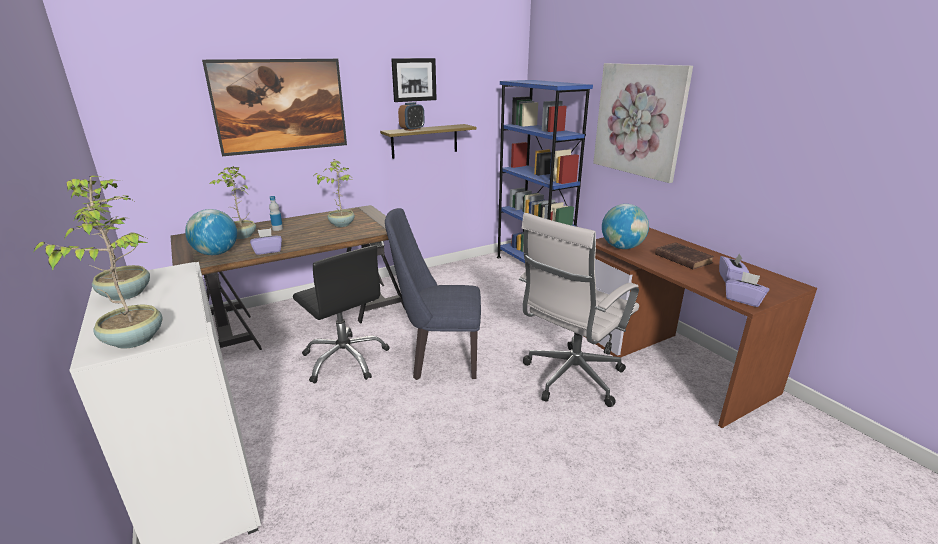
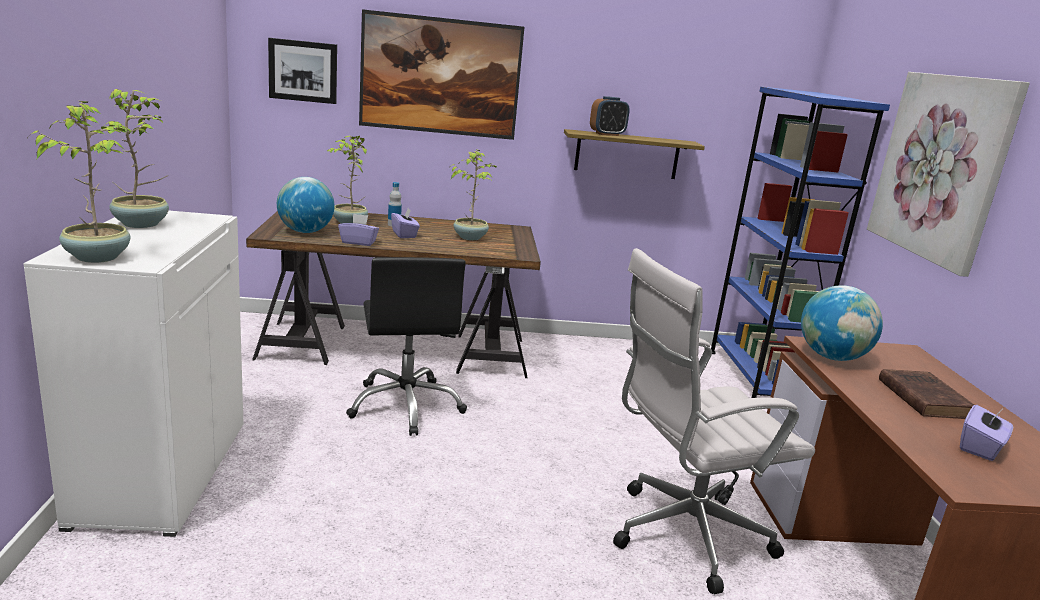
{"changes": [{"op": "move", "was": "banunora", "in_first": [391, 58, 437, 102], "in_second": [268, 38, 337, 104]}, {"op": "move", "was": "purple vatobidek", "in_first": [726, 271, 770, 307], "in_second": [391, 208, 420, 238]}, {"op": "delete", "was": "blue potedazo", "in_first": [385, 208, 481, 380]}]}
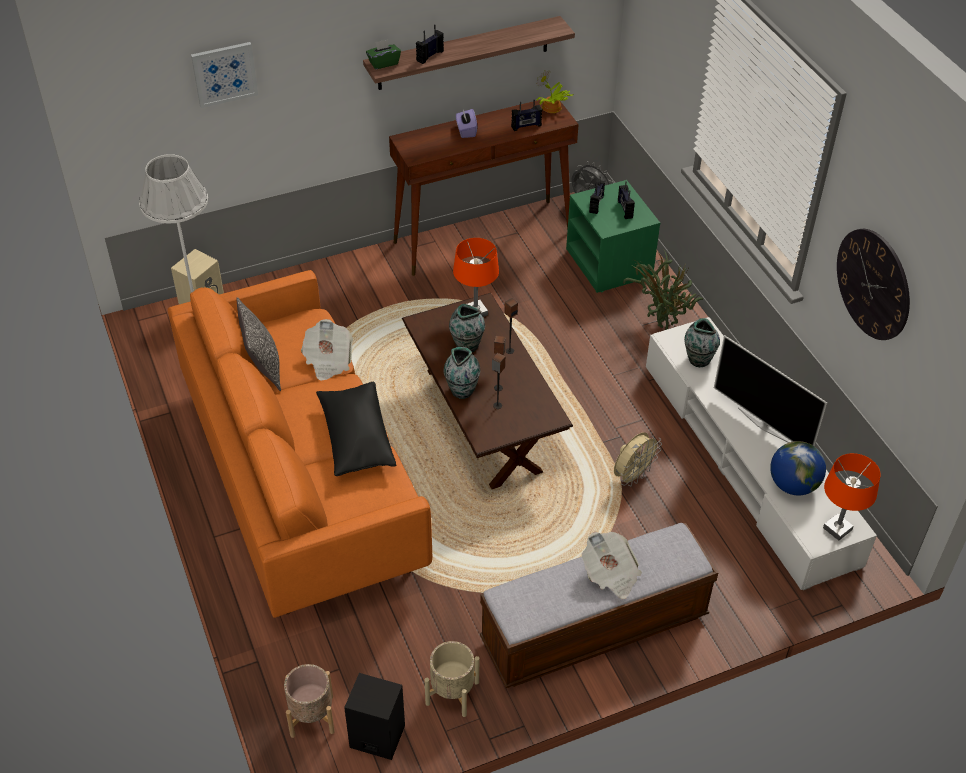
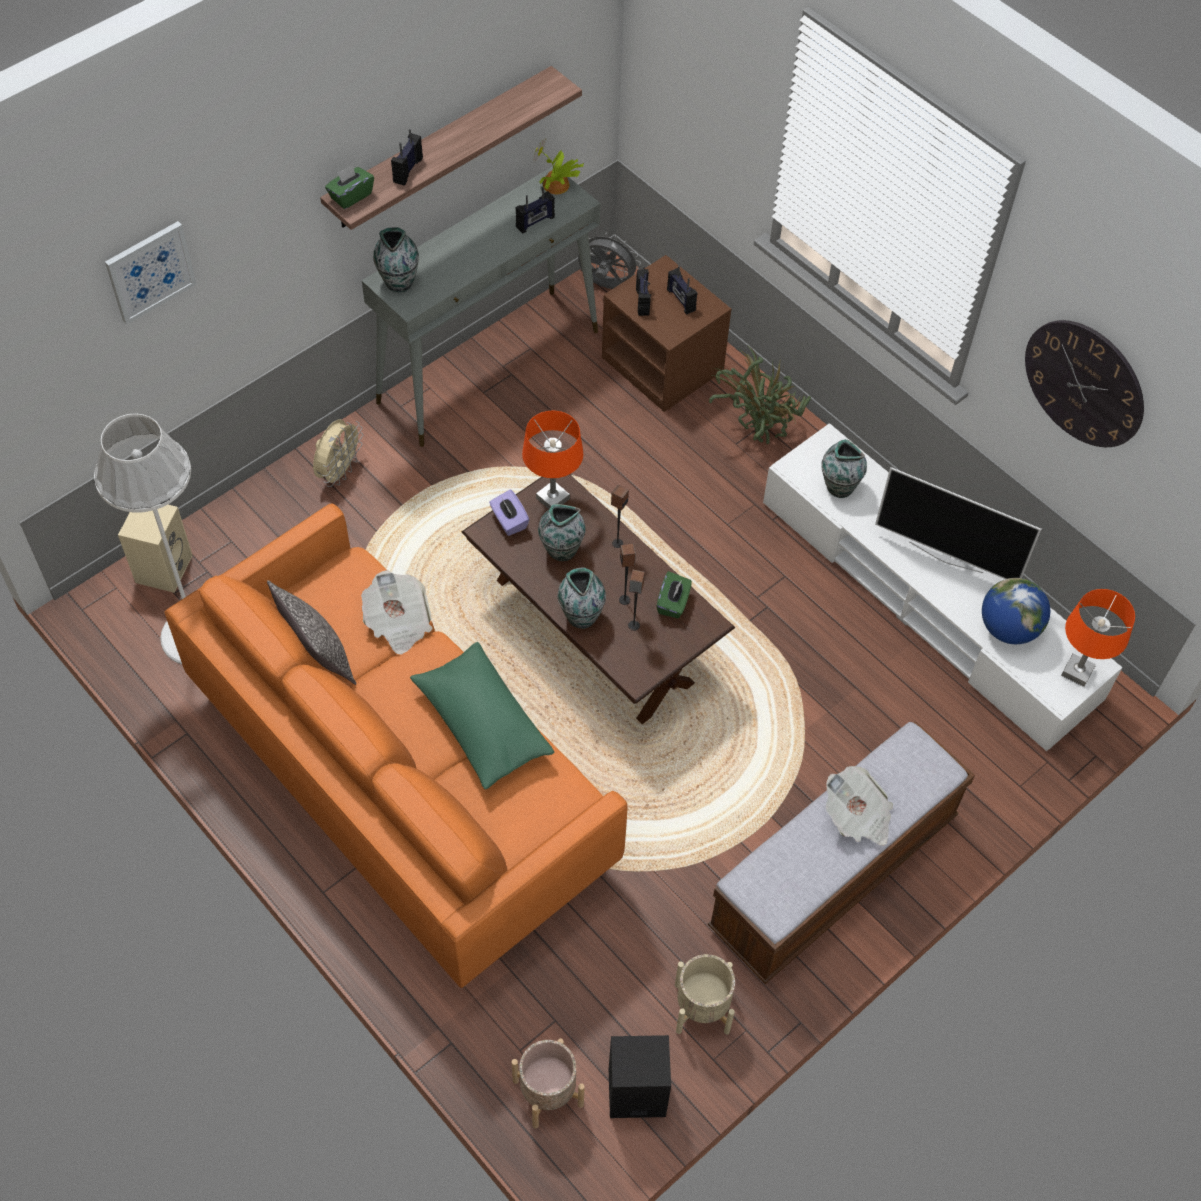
{"changes": [{"op": "move", "was": "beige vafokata", "in_first": [614, 432, 662, 487], "in_second": [313, 419, 363, 487]}, {"op": "recolor", "was": "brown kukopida", "now": "grey kukopida", "in_first": [389, 98, 579, 276], "in_second": [362, 166, 600, 447]}, {"op": "insert", "now": "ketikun", "in_second": [373, 227, 419, 292]}, {"op": "recolor", "was": "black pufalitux", "now": "green pufalitux", "in_first": [316, 382, 396, 476], "in_second": [410, 642, 555, 789]}, {"op": "move", "was": "purple vatobidek", "in_first": [456, 109, 477, 138], "in_second": [489, 490, 529, 536]}, {"op": "recolor", "was": "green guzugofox", "now": "brown guzugofox", "in_first": [566, 180, 660, 293], "in_second": [602, 255, 732, 412]}, {"op": "insert", "now": "green vatobidek", "in_second": [657, 571, 692, 618]}]}
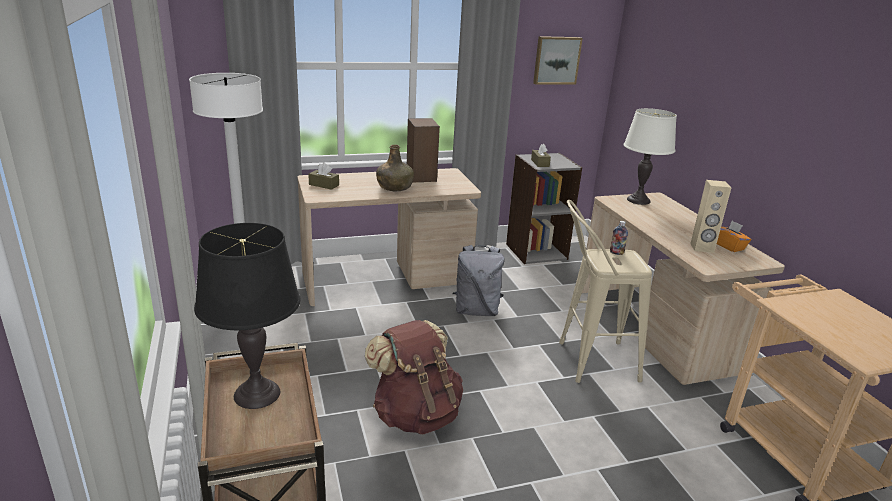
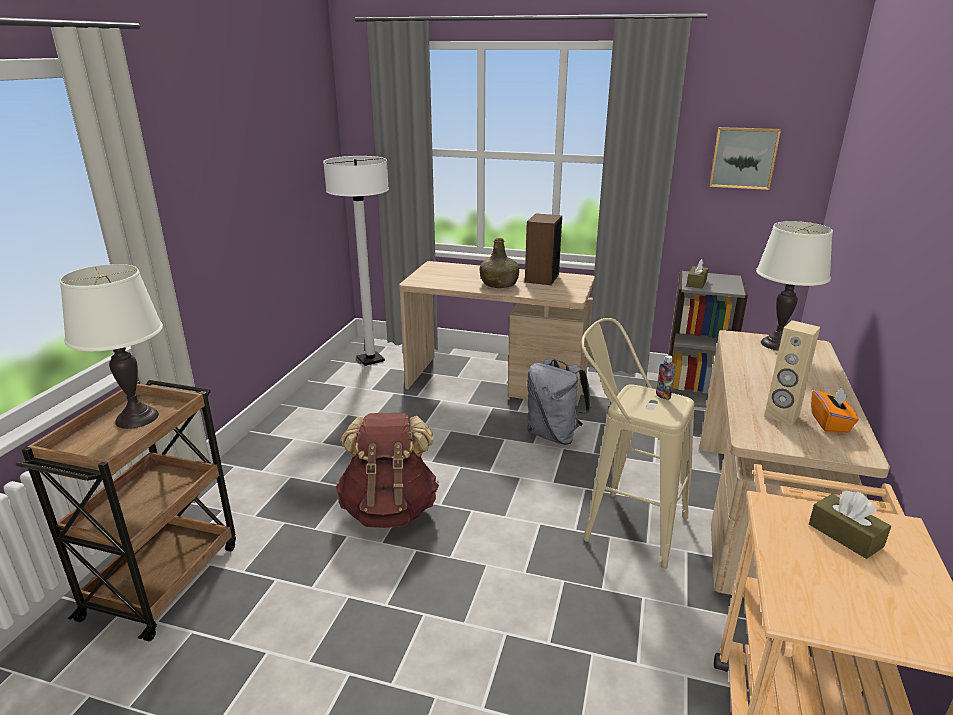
{"changes": [{"op": "recolor", "was": "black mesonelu", "now": "white mesonelu", "in_first": [194, 223, 300, 409], "in_second": [60, 264, 163, 429]}, {"op": "move", "was": "brown vatobidek", "in_first": [308, 163, 339, 190], "in_second": [809, 490, 891, 559]}]}
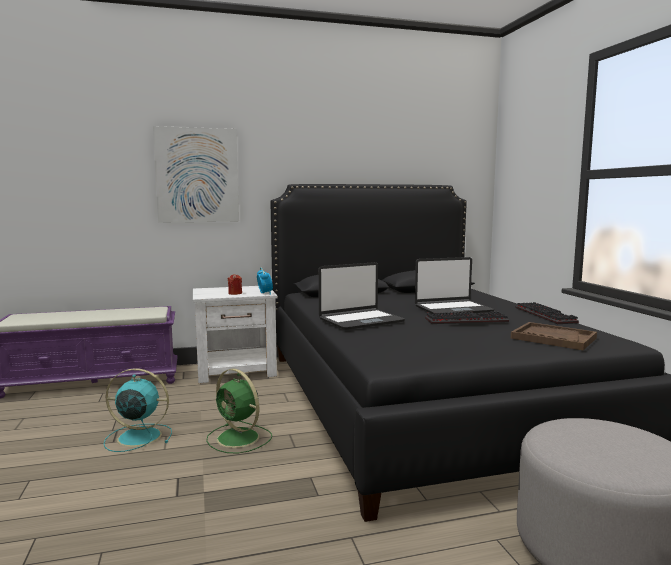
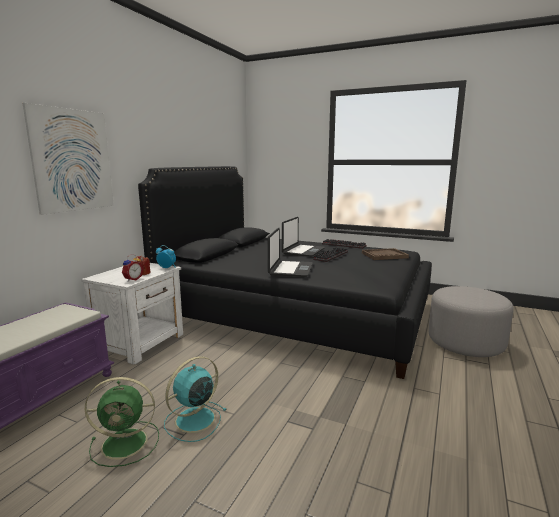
{"changes": [{"op": "move", "was": "green vafokata", "in_first": [206, 369, 272, 453], "in_second": [85, 377, 159, 467]}, {"op": "insert", "now": "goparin", "in_second": [122, 254, 143, 282]}]}
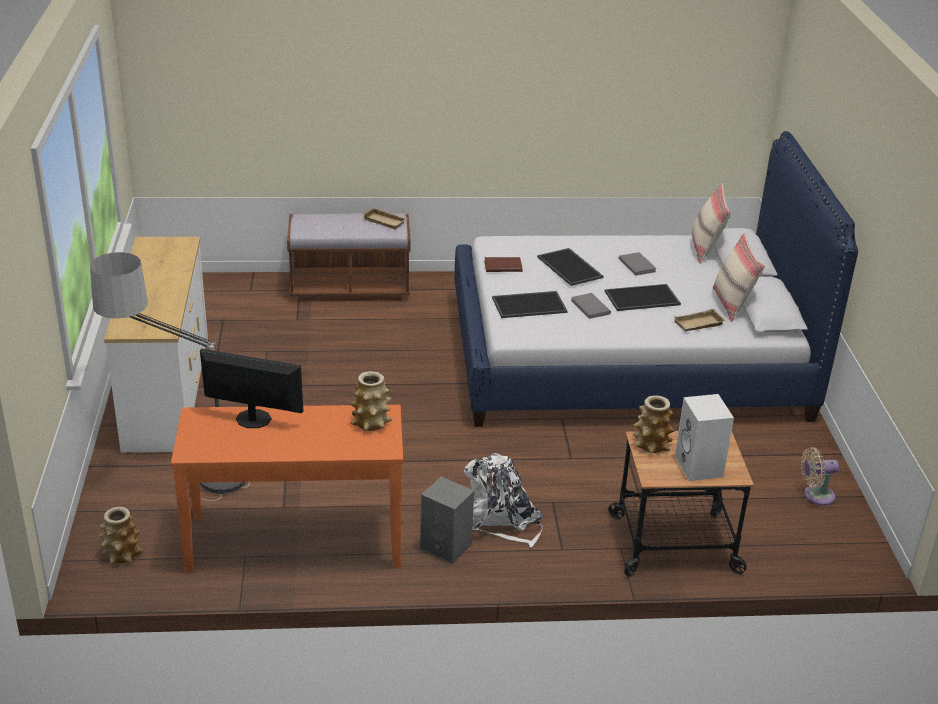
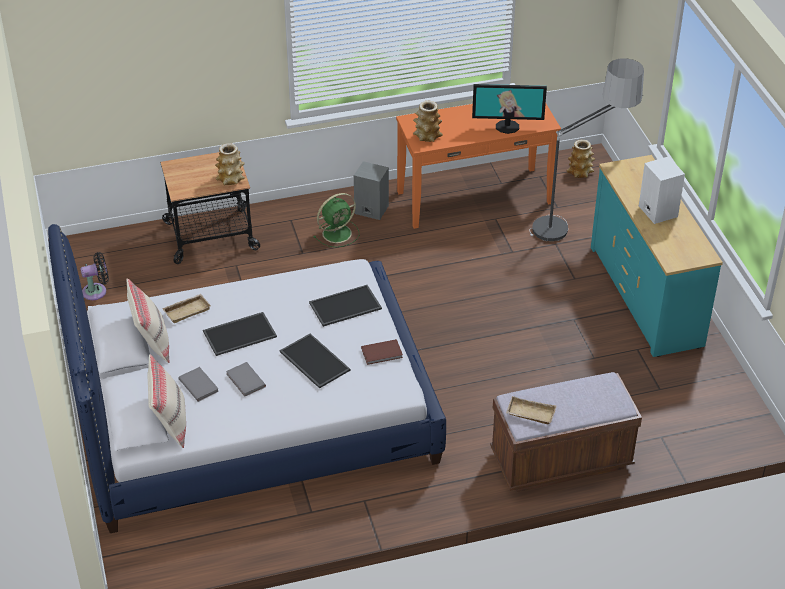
{"changes": [{"op": "recolor", "was": "beige vafokata", "now": "black vafokata", "in_first": [801, 447, 839, 505], "in_second": [80, 252, 109, 300]}, {"op": "move", "was": "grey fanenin", "in_first": [571, 293, 611, 319], "in_second": [178, 367, 219, 402]}, {"op": "replace", "was": "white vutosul", "now": "green vafokata", "in_first": [464, 453, 544, 548], "in_second": [314, 193, 359, 247]}, {"op": "recolor", "was": "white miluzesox", "now": "turquoise miluzesox", "in_first": [104, 237, 208, 454], "in_second": [591, 155, 723, 357]}, {"op": "move", "was": "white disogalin", "in_first": [675, 394, 734, 481], "in_second": [639, 156, 685, 224]}]}
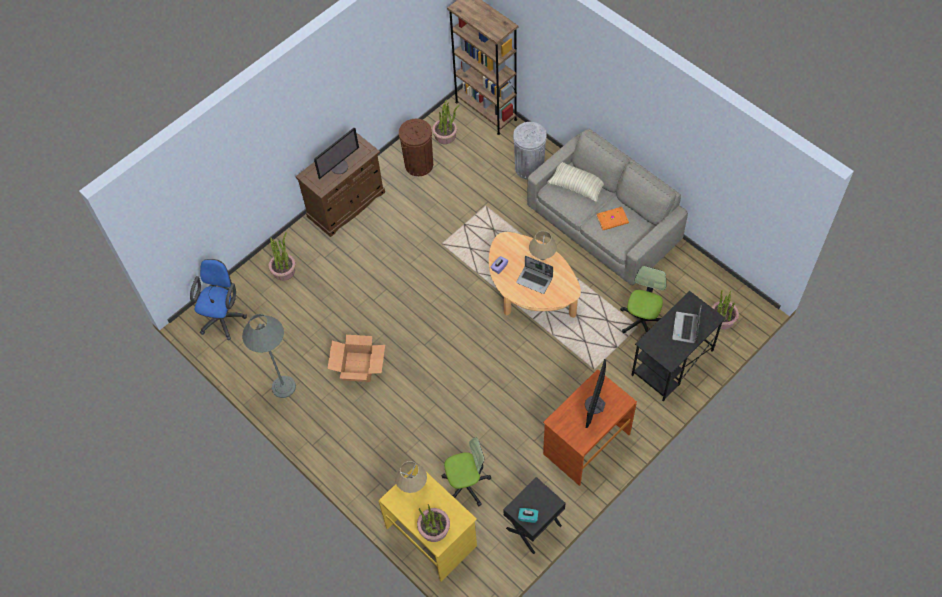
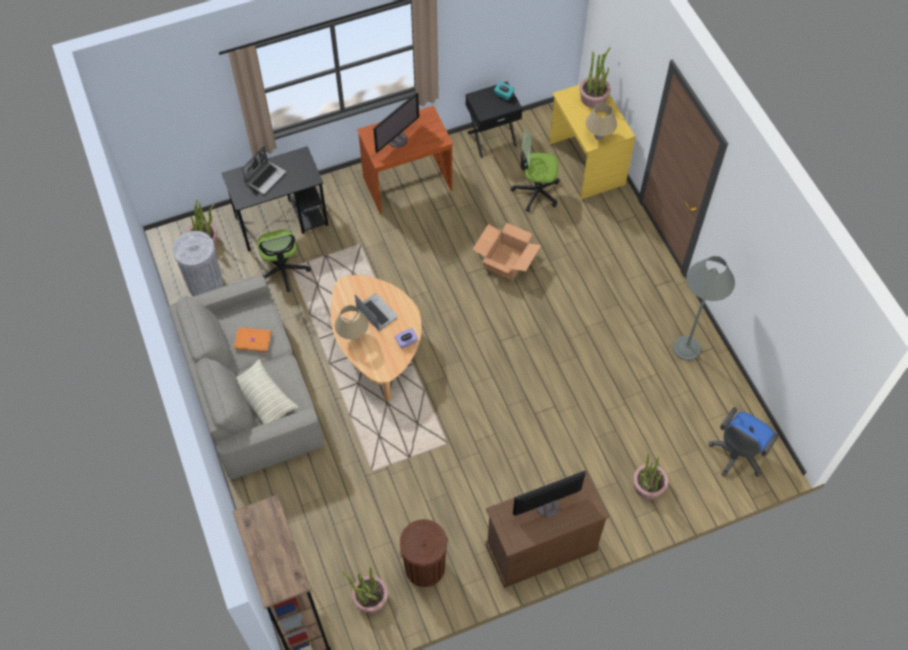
{"changes": [{"op": "move", "was": "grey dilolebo", "in_first": [513, 122, 547, 180], "in_second": [172, 231, 223, 296]}, {"op": "rotate", "was": "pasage", "in_first": [620, 266, 666, 333], "in_second": [257, 229, 311, 293], "clockwise": -60}, {"op": "move", "was": "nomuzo", "in_first": [327, 335, 385, 382], "in_second": [472, 223, 541, 280]}]}
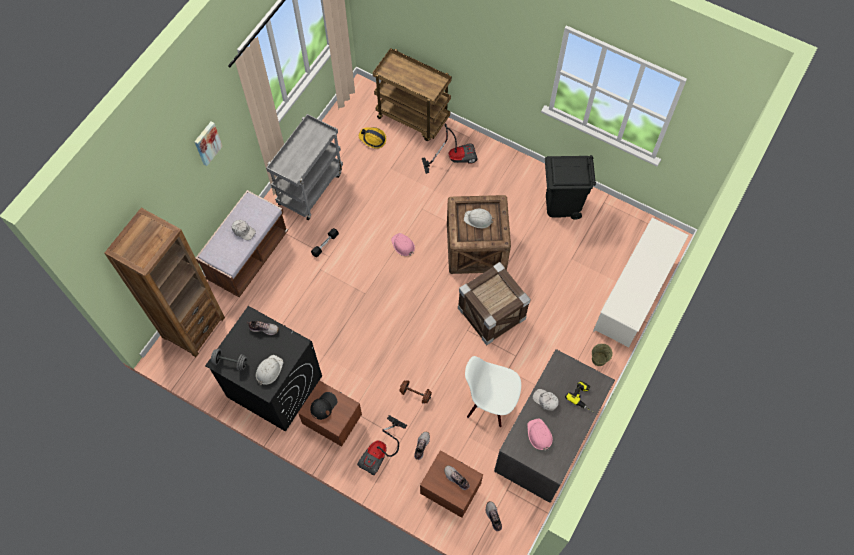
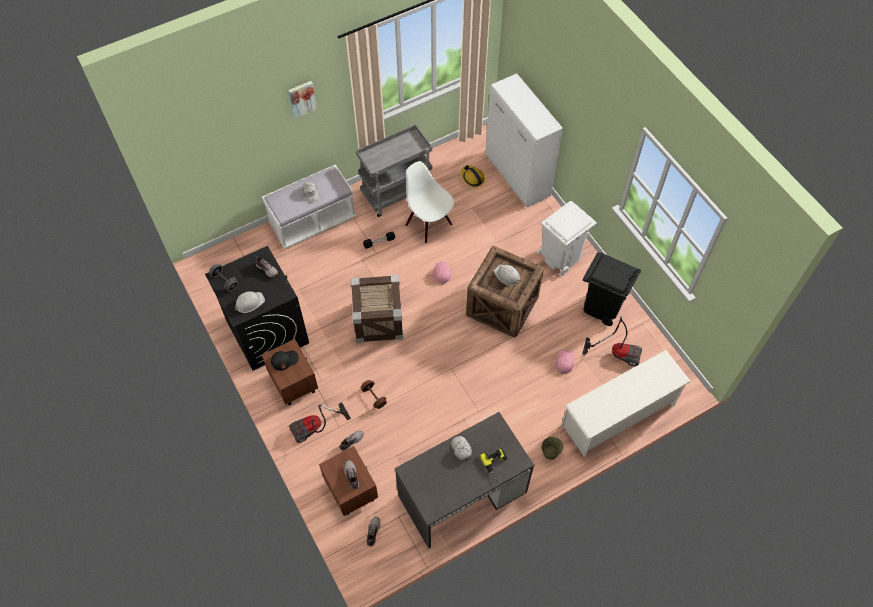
{"changes": [{"op": "recolor", "was": "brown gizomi", "now": "white gizomi", "in_first": [196, 190, 288, 297], "in_second": [262, 164, 356, 249]}, {"op": "move", "was": "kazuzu", "in_first": [458, 262, 531, 345], "in_second": [351, 275, 404, 343]}, {"op": "move", "was": "white potedazo", "in_first": [465, 356, 521, 427], "in_second": [406, 161, 454, 243]}, {"op": "replace", "was": "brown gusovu", "now": "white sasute", "in_first": [373, 48, 452, 141], "in_second": [485, 73, 563, 207]}, {"op": "insert", "now": "white dilolebo", "in_second": [537, 201, 597, 276]}, {"op": "move", "was": "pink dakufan", "in_first": [528, 419, 553, 451], "in_second": [555, 350, 574, 375]}, {"op": "move", "was": "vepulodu", "in_first": [422, 124, 477, 174], "in_second": [582, 317, 642, 366]}, {"op": "delete", "was": "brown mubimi", "in_first": [104, 208, 225, 357]}]}
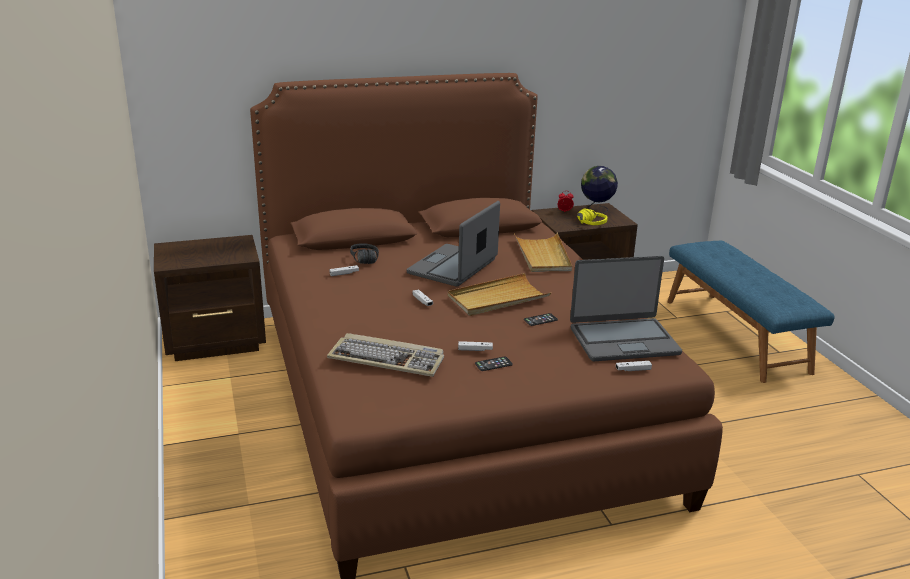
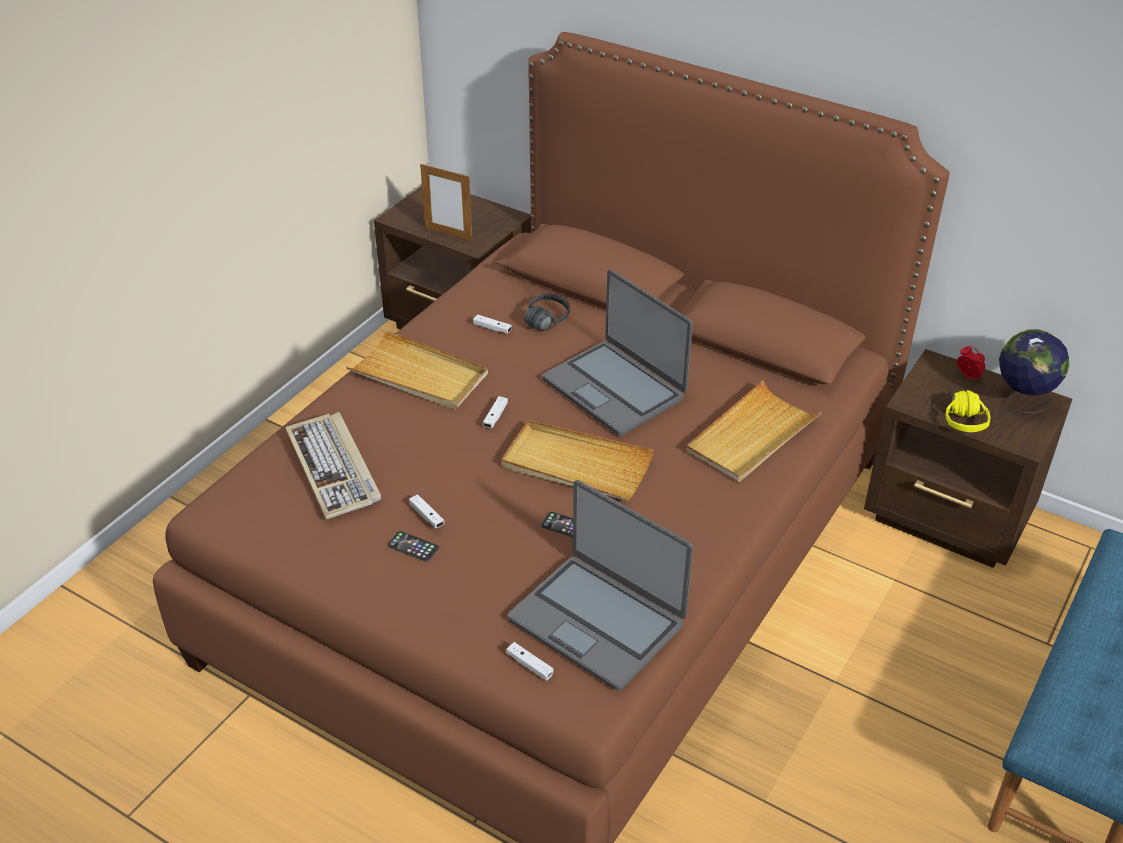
{"changes": [{"op": "insert", "now": "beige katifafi", "in_second": [346, 330, 488, 410]}, {"op": "insert", "now": "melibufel", "in_second": [420, 164, 473, 241]}, {"op": "rotate", "was": "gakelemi", "in_first": [407, 201, 500, 287], "in_second": [542, 270, 693, 436], "clockwise": -120}]}
